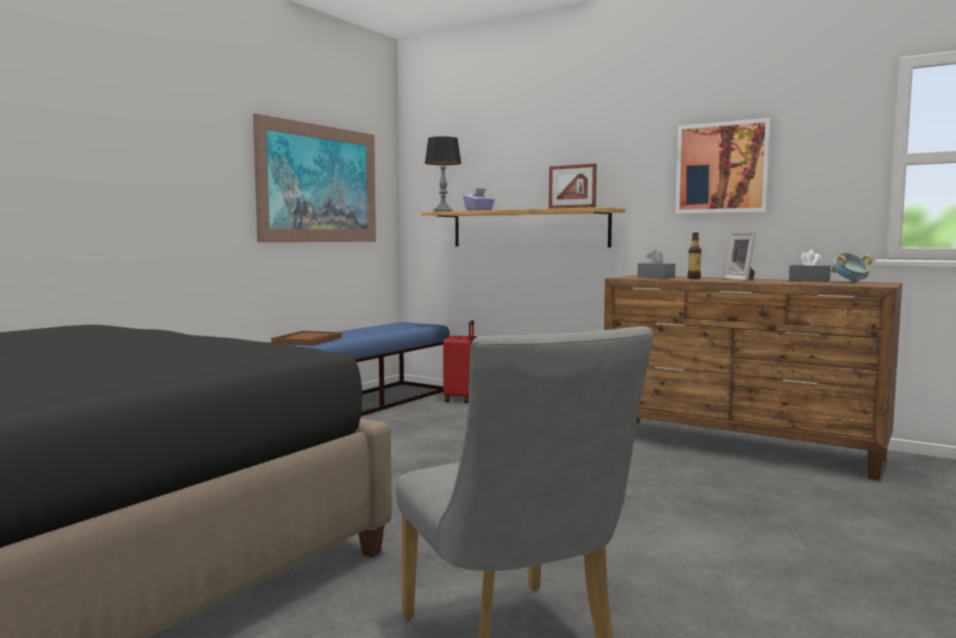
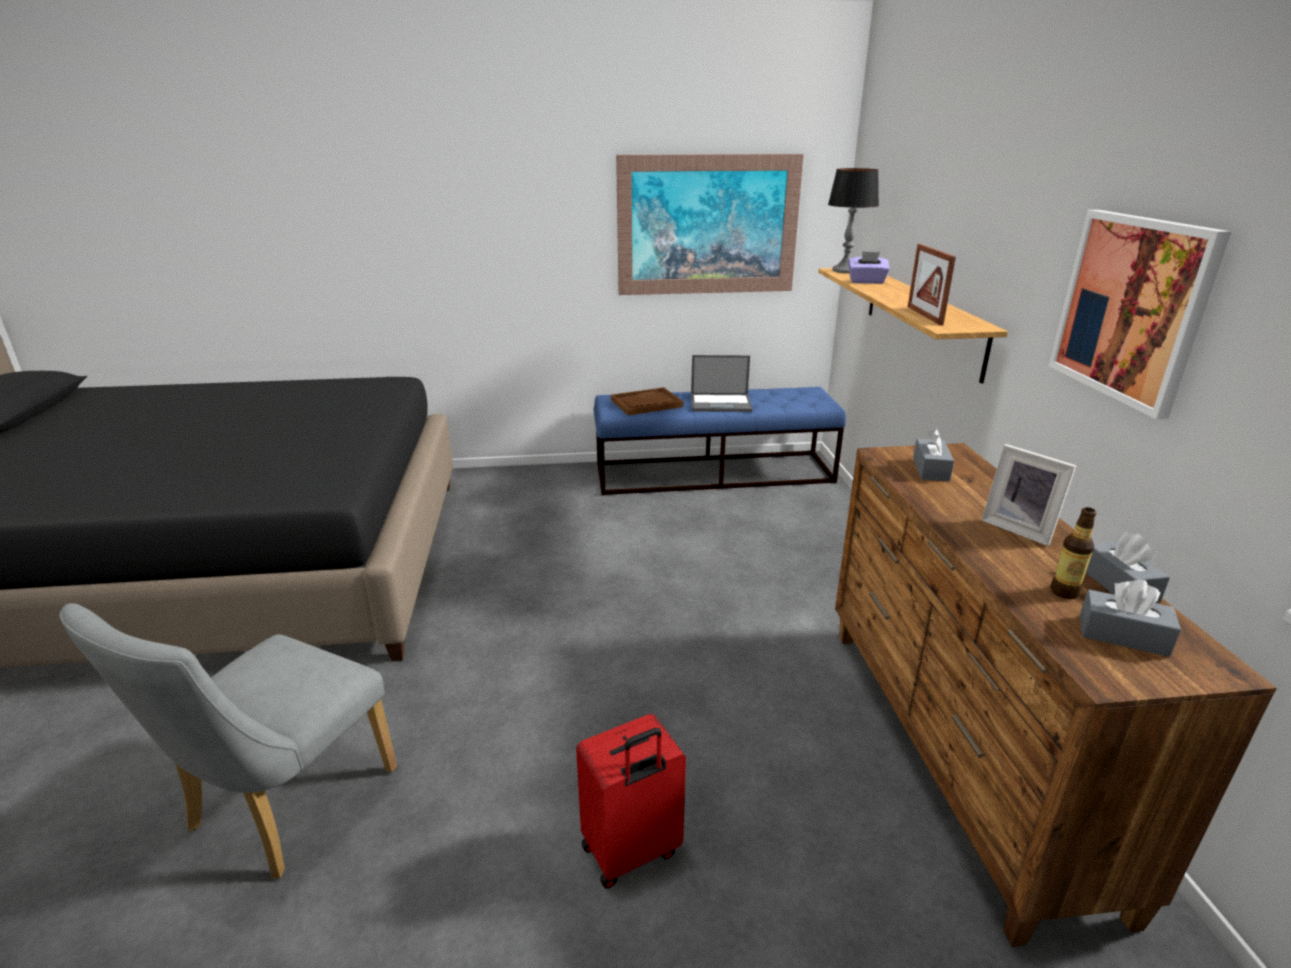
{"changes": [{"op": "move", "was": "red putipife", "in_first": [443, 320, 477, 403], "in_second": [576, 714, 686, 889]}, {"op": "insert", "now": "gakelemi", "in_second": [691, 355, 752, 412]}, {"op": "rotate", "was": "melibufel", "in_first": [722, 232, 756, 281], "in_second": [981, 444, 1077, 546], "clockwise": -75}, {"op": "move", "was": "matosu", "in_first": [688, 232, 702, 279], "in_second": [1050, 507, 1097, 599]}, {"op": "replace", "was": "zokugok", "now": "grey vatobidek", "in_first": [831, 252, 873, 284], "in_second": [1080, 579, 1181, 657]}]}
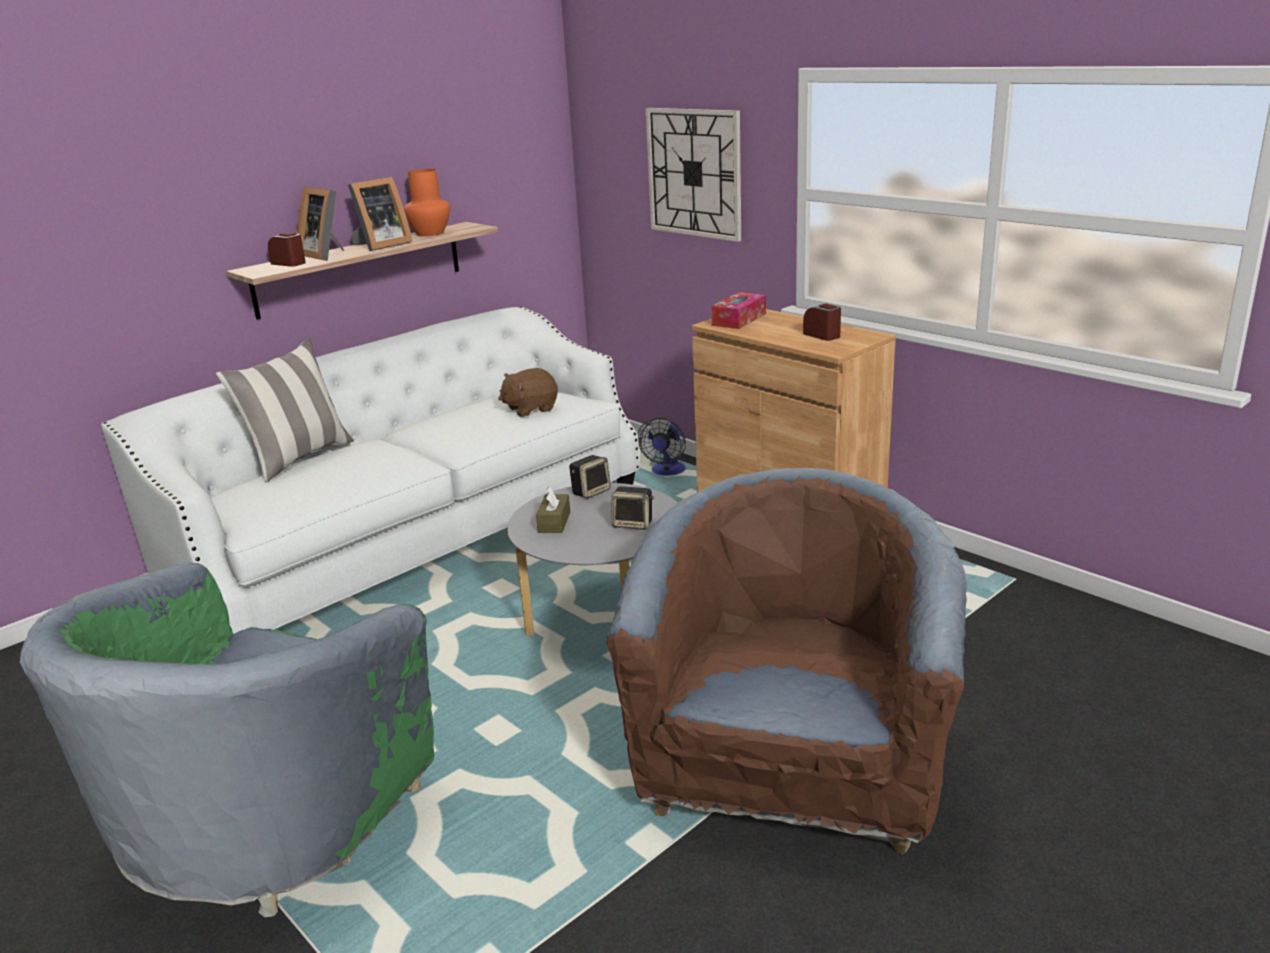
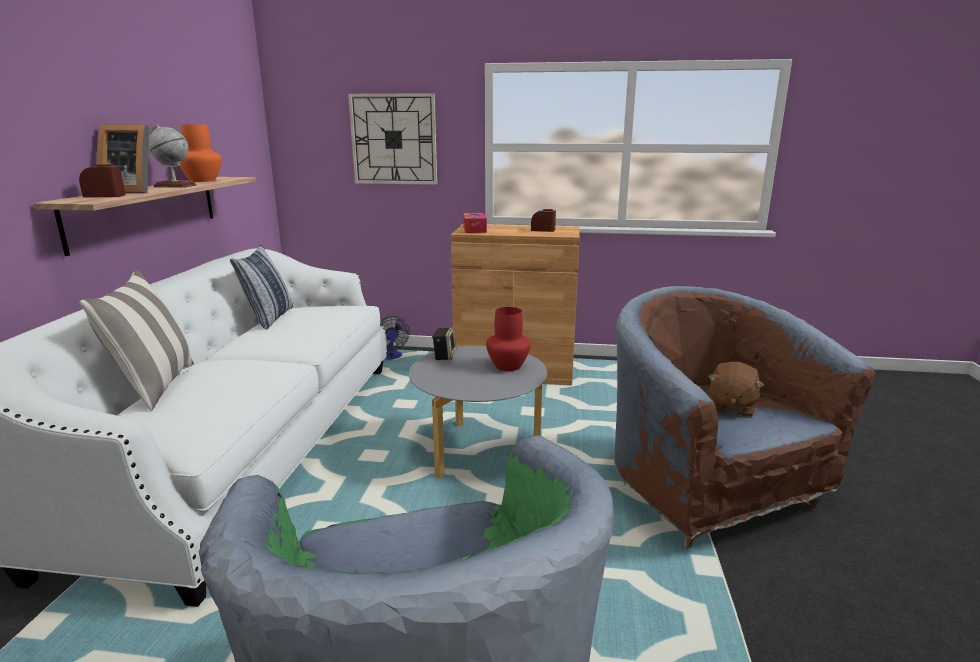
{"changes": [{"op": "replace", "was": "melibufel", "now": "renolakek", "in_first": [348, 177, 412, 251], "in_second": [149, 125, 197, 188]}, {"op": "insert", "now": "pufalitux", "in_second": [230, 244, 293, 330]}, {"op": "replace", "was": "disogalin", "now": "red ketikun", "in_first": [611, 486, 654, 530], "in_second": [486, 307, 531, 371]}, {"op": "move", "was": "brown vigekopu", "in_first": [498, 368, 558, 417], "in_second": [708, 362, 765, 417]}, {"op": "delete", "was": "brown vatobidek", "in_first": [536, 486, 570, 533]}]}
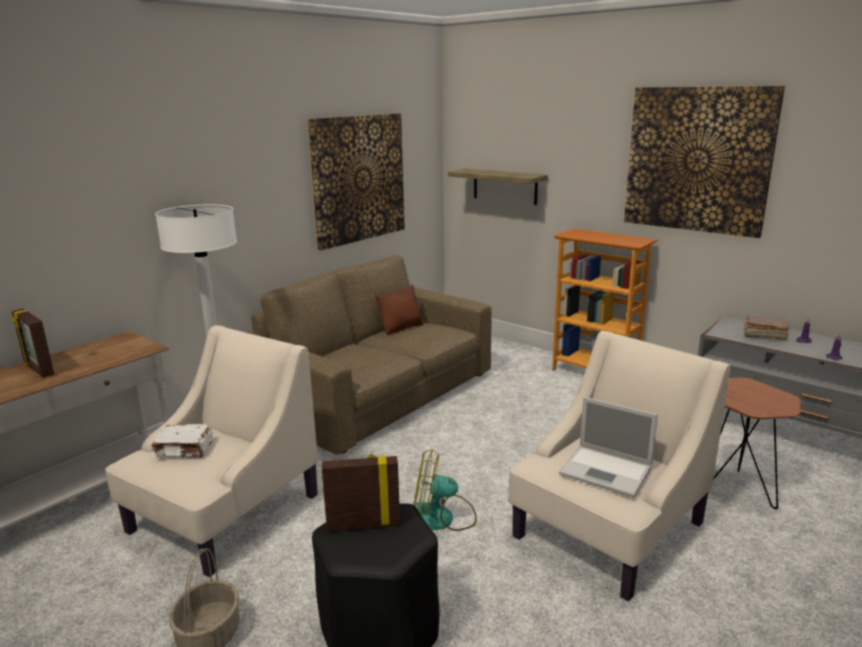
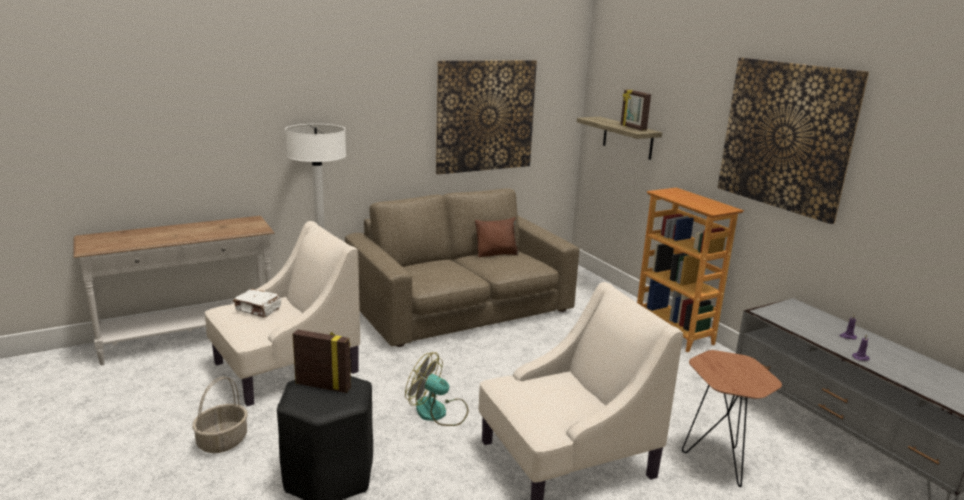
{"changes": [{"op": "move", "was": "melibufel", "in_first": [11, 309, 54, 378], "in_second": [621, 90, 651, 130]}, {"op": "delete", "was": "gakelemi", "in_first": [559, 397, 658, 497]}, {"op": "delete", "was": "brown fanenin", "in_first": [743, 316, 789, 340]}]}
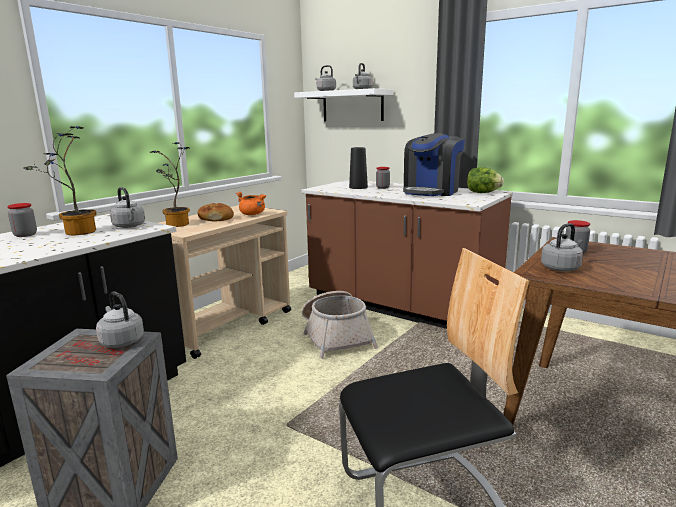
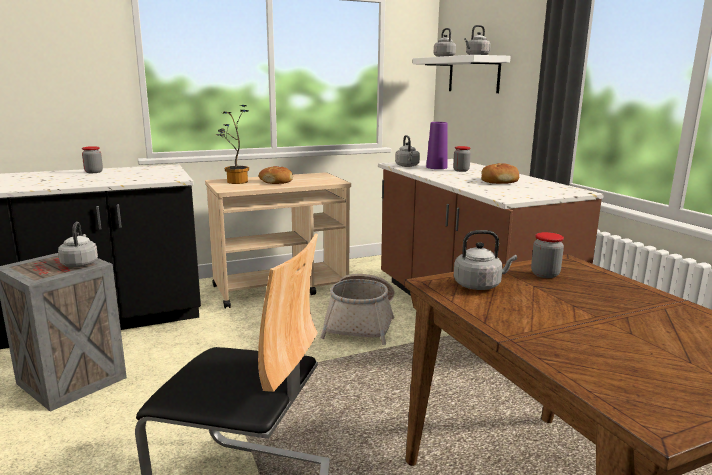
{"changes": [{"op": "move", "was": "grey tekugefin", "in_first": [110, 187, 145, 228], "in_second": [395, 135, 420, 167]}, {"op": "recolor", "was": "black ketikun", "now": "purple ketikun", "in_first": [349, 147, 368, 189], "in_second": [426, 122, 448, 169]}, {"op": "replace", "was": "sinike", "now": "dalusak", "in_first": [403, 133, 465, 196], "in_second": [481, 163, 519, 184]}, {"op": "delete", "was": "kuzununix", "in_first": [23, 126, 96, 235]}, {"op": "delete", "was": "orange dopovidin", "in_first": [235, 192, 266, 215]}, {"op": "delete", "was": "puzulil", "in_first": [467, 167, 504, 193]}]}
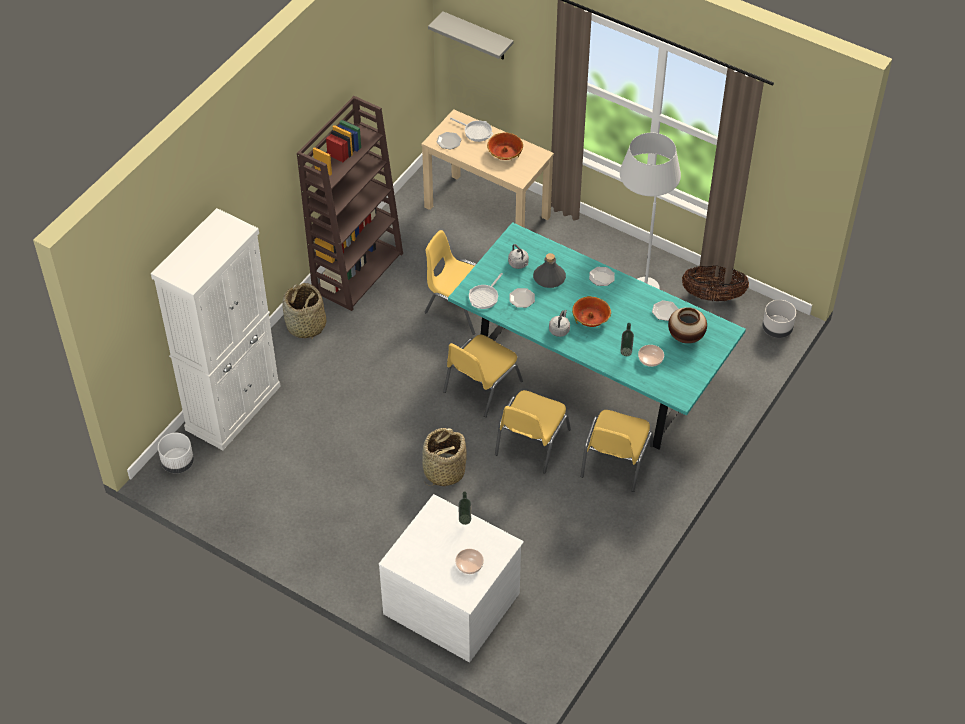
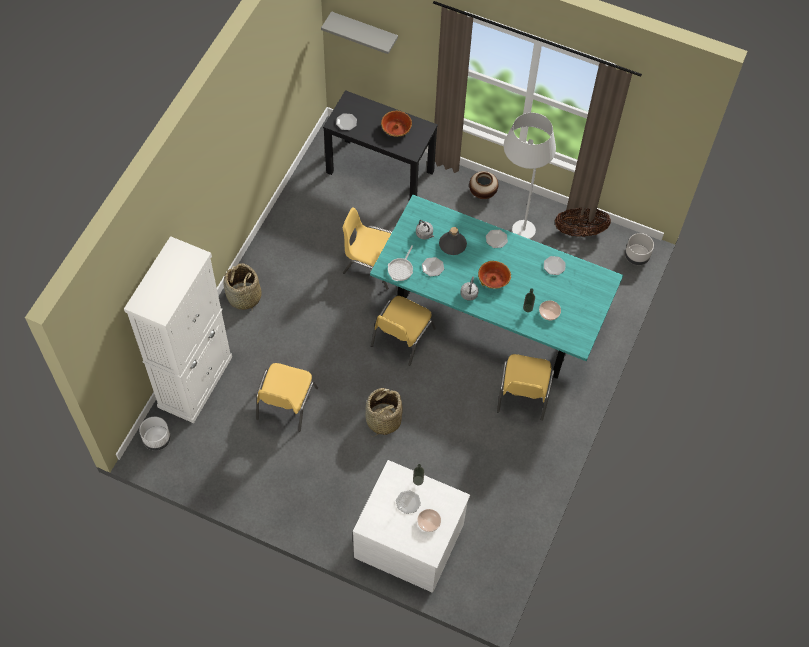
{"changes": [{"op": "move", "was": "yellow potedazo", "in_first": [495, 390, 571, 474], "in_second": [256, 363, 318, 432]}, {"op": "recolor", "was": "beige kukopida", "now": "black kukopida", "in_first": [421, 109, 554, 228], "in_second": [323, 90, 438, 200]}, {"op": "insert", "now": "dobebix", "in_second": [396, 490, 421, 514]}, {"op": "move", "was": "ketikun", "in_first": [668, 307, 707, 344], "in_second": [469, 171, 498, 199]}, {"op": "delete", "was": "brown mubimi", "in_first": [297, 96, 403, 311]}, {"op": "delete", "was": "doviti", "in_first": [450, 118, 493, 142]}]}
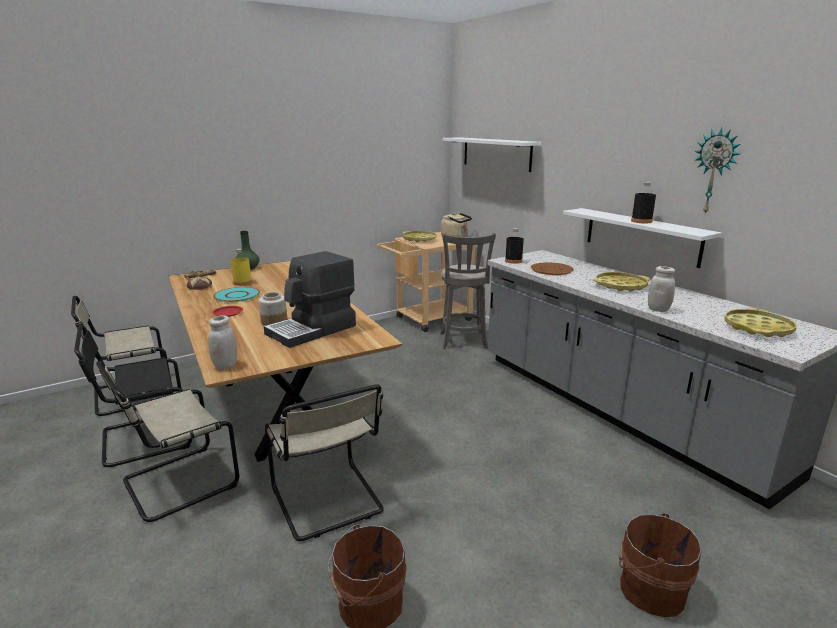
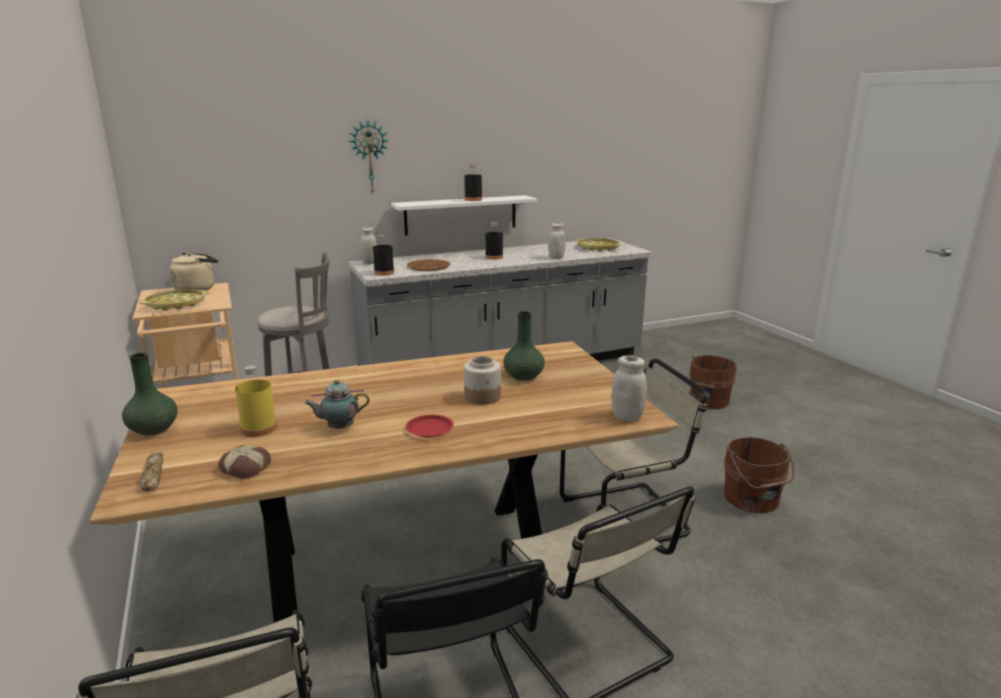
{"changes": [{"op": "replace", "was": "turquoise dobebix", "now": "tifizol", "in_first": [213, 287, 260, 302], "in_second": [304, 379, 370, 429]}, {"op": "move", "was": "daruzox", "in_first": [694, 127, 741, 214], "in_second": [349, 120, 389, 195]}, {"op": "insert", "now": "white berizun", "in_second": [361, 227, 377, 264]}, {"op": "replace", "was": "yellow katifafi", "now": "black matosu", "in_first": [593, 272, 650, 292], "in_second": [485, 222, 503, 259]}, {"op": "replace", "was": "sinike", "now": "green ketikun", "in_first": [264, 251, 356, 348], "in_second": [503, 311, 545, 381]}, {"op": "delete", "was": "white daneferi", "in_first": [442, 137, 541, 172]}]}
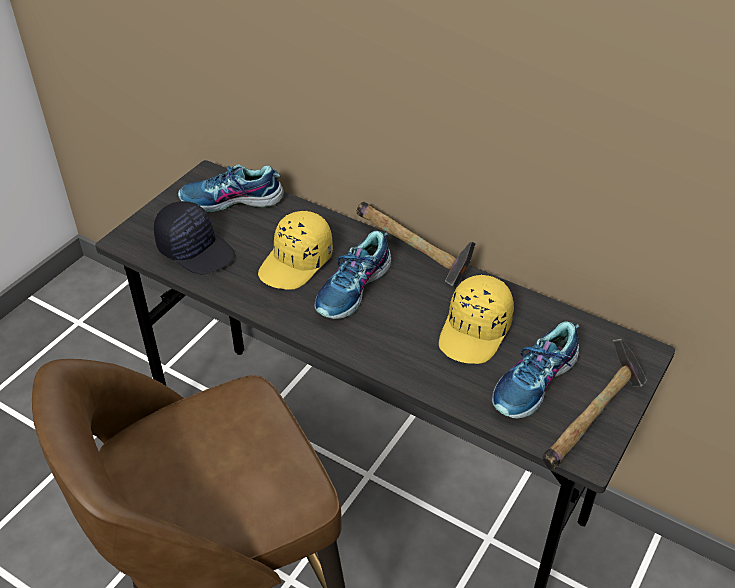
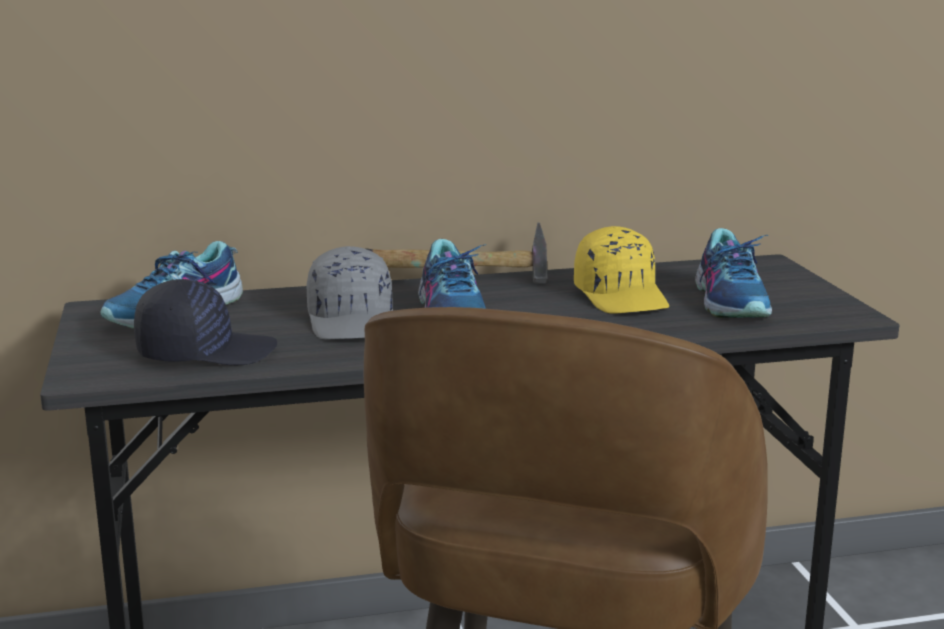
{"changes": [{"op": "recolor", "was": "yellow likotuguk", "now": "grey likotuguk", "in_first": [258, 211, 333, 290], "in_second": [307, 246, 393, 340]}, {"op": "delete", "was": "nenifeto", "in_first": [542, 339, 647, 470]}]}
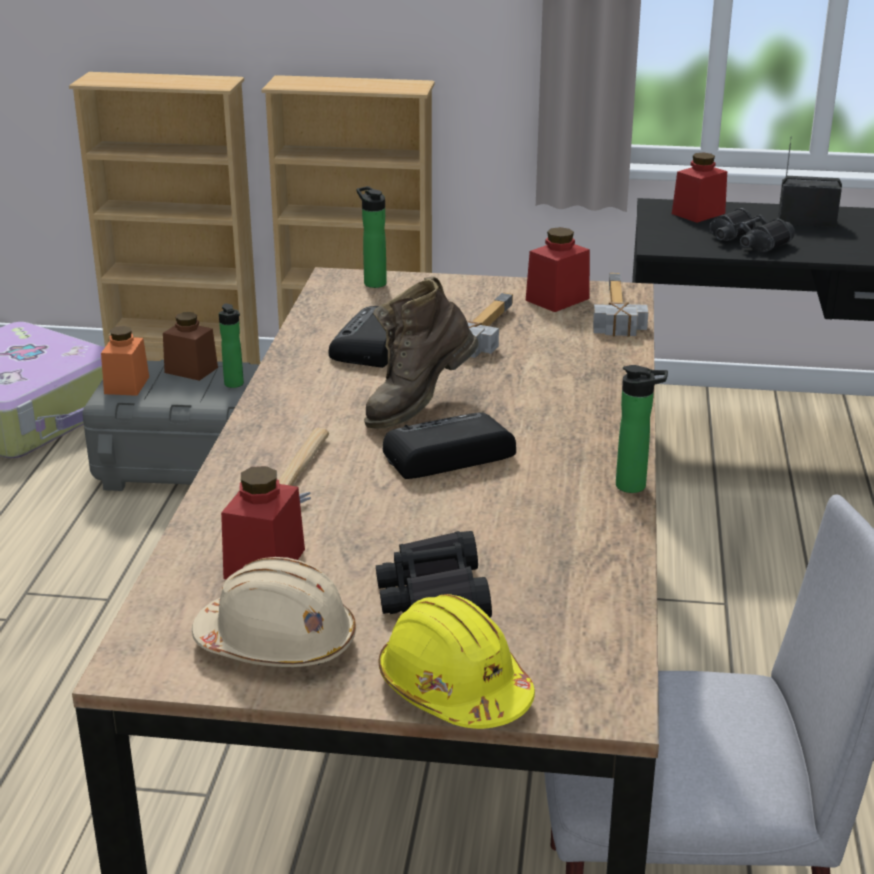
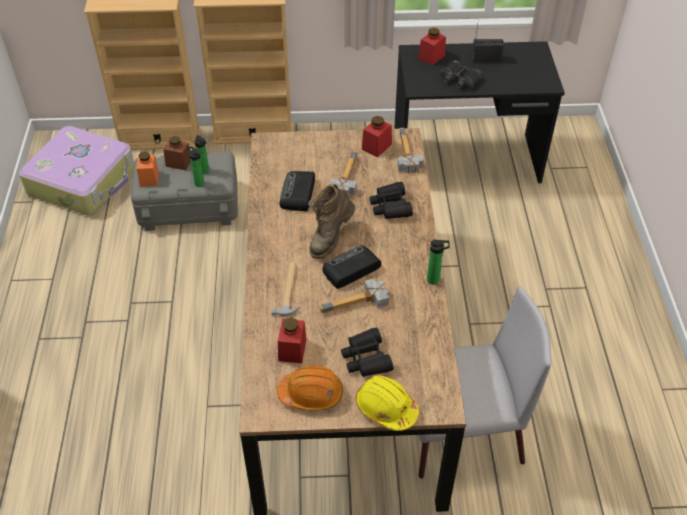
{"changes": [{"op": "move", "was": "matosu", "in_first": [356, 186, 387, 288], "in_second": [186, 146, 204, 187]}, {"op": "recolor", "was": "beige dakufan", "now": "orange dakufan", "in_first": [192, 557, 356, 667], "in_second": [277, 366, 343, 411]}, {"op": "insert", "now": "nenifeto", "in_second": [319, 278, 389, 313]}, {"op": "insert", "now": "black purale", "in_second": [370, 182, 413, 219]}]}
